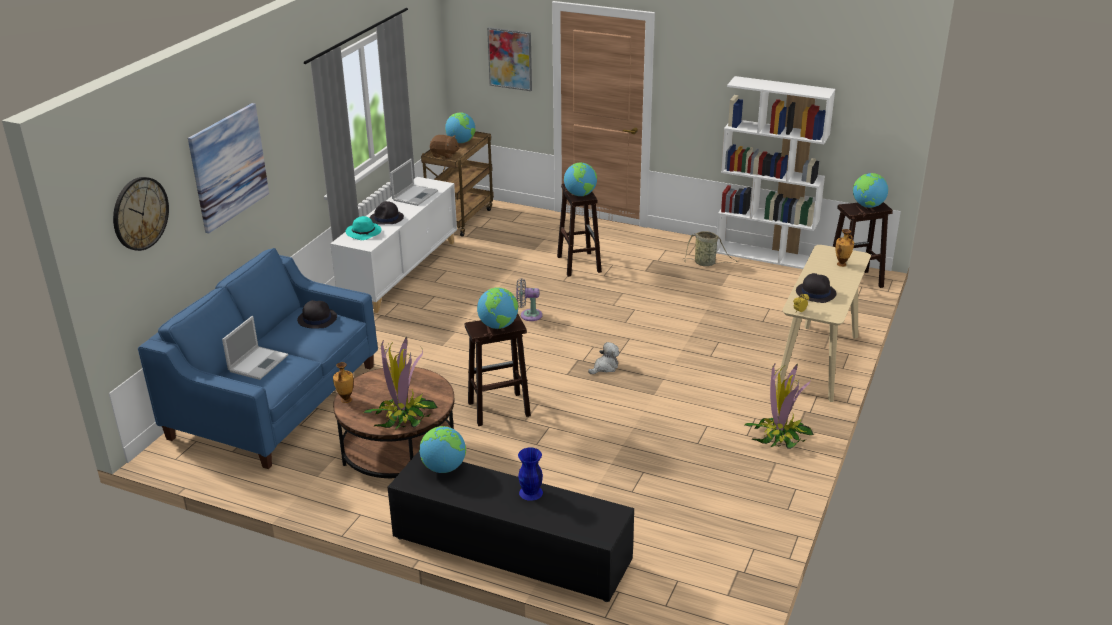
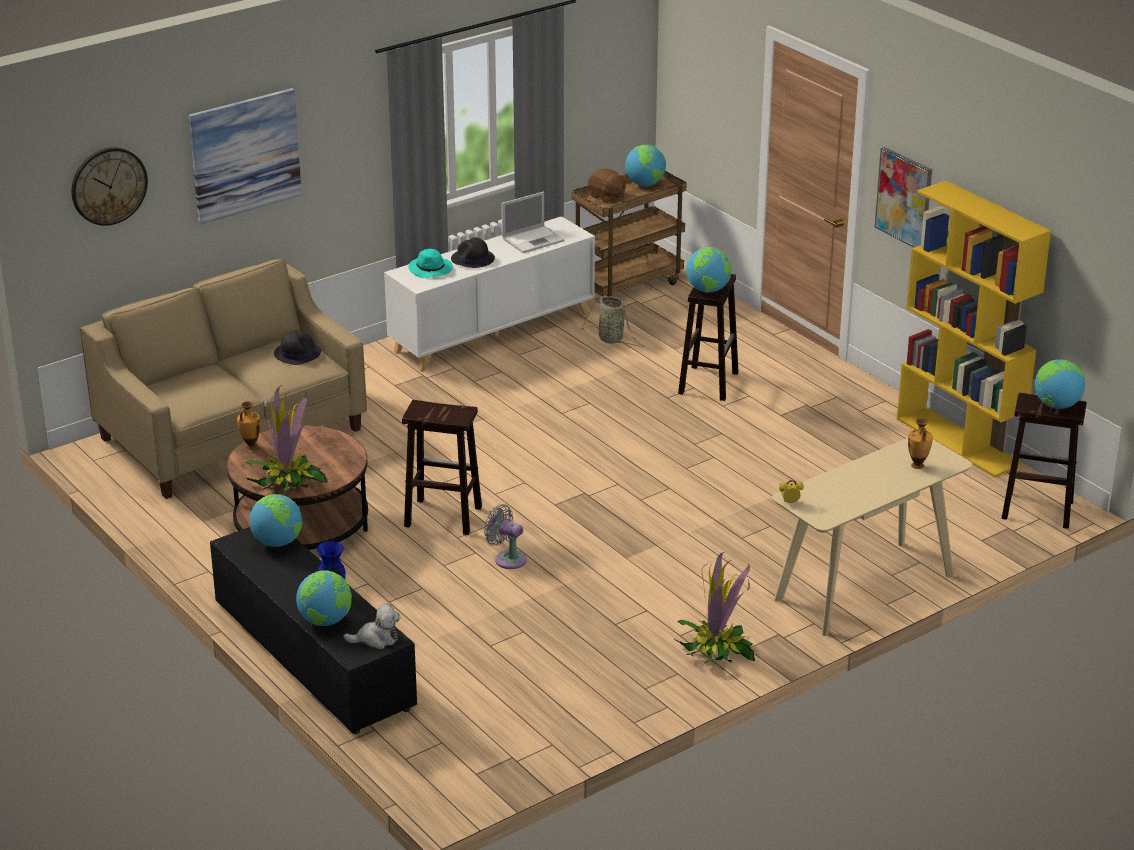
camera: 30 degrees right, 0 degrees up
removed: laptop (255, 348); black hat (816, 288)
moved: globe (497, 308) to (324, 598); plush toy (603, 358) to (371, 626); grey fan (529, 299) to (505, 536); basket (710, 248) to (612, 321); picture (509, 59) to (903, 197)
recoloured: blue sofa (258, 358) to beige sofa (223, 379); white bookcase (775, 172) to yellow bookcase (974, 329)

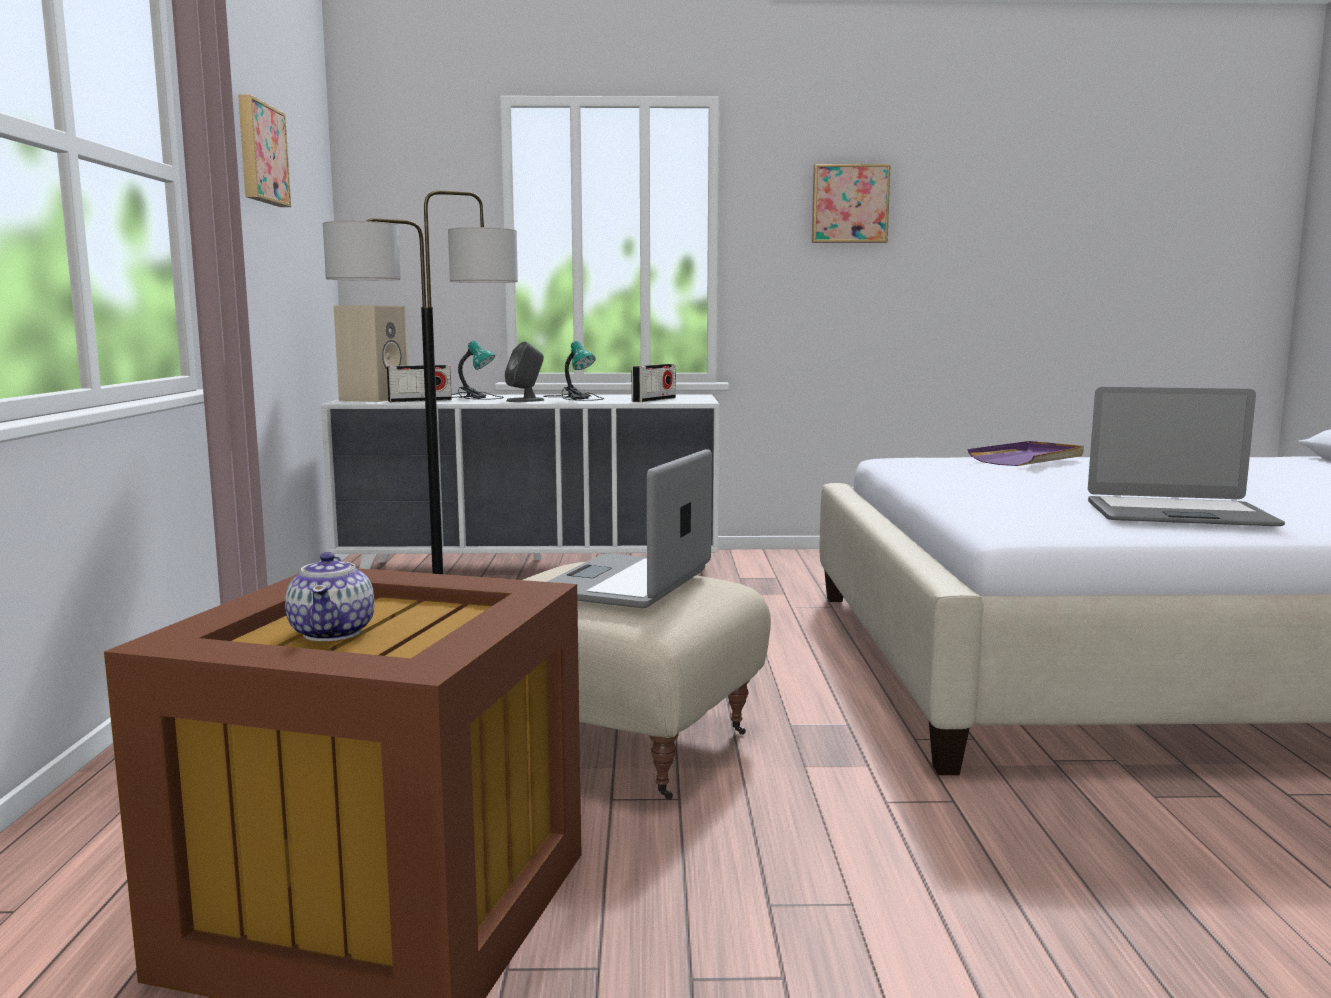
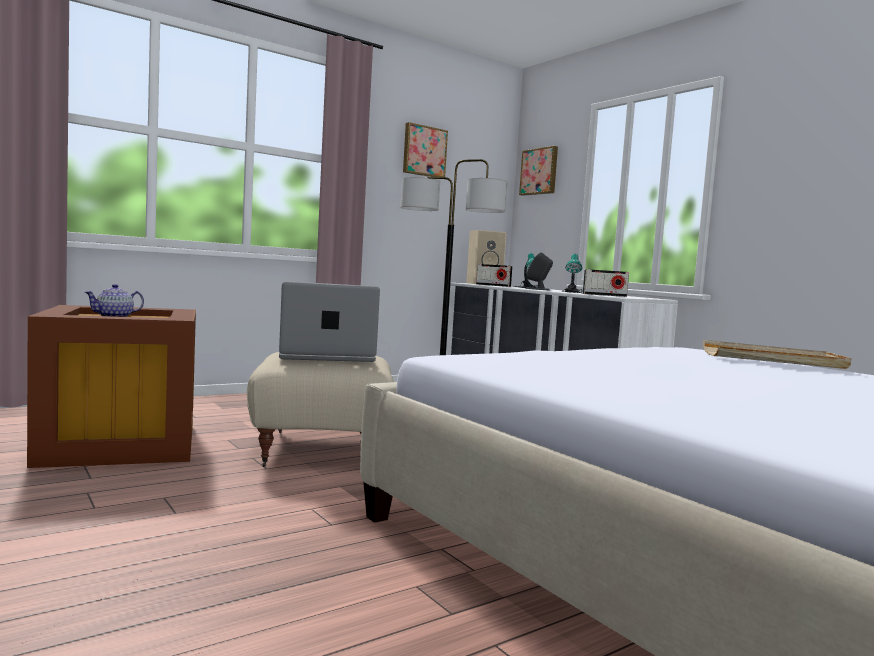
camera: 55 degrees right, 5 degrees down
removed: laptop (1186, 456)
moved: picture (851, 203) to (538, 171)
recoloured: purple tray (1025, 453) to beige tray (777, 354)

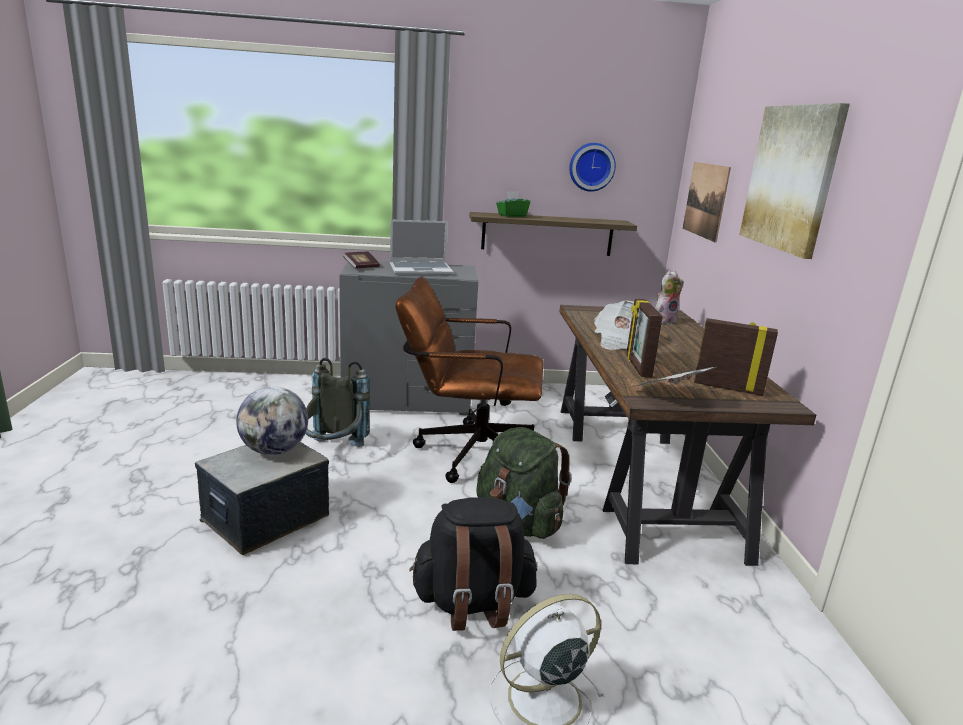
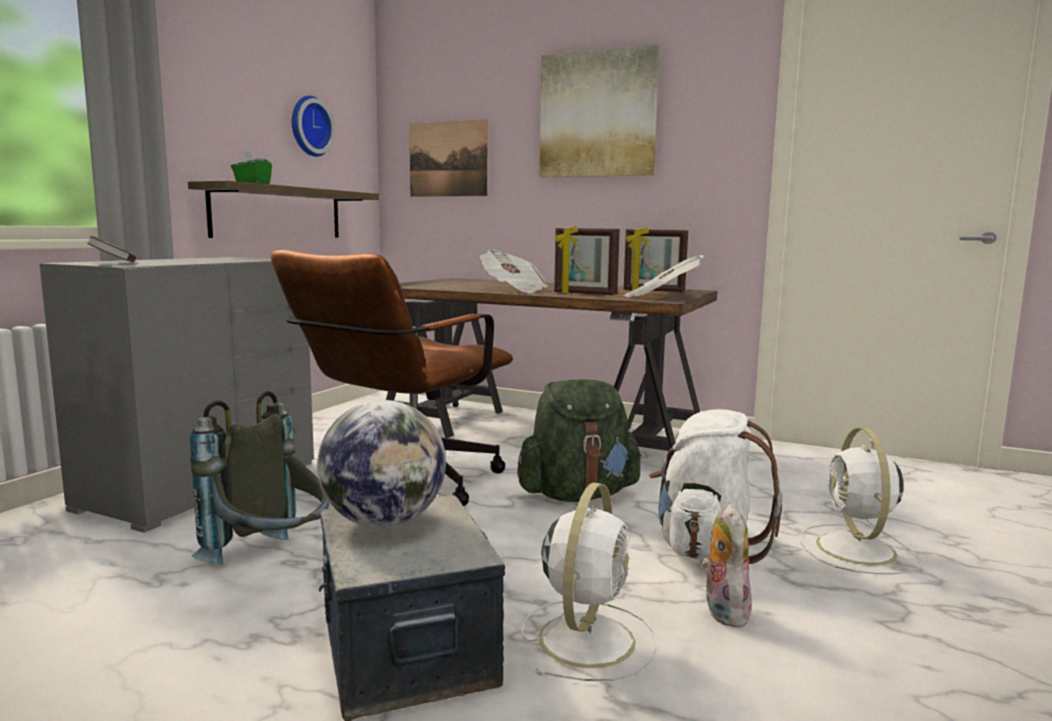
camera: 60 degrees left, 10 degrees down
removed: laptop (422, 248)
added: white fan (589, 582)
moved: plush toy (669, 298) to (727, 566)
recoloured: black backpack (473, 564) to white backpack (715, 486)
turned: picture frame (736, 357) = (656, 259) 120 degrees counterclockwise

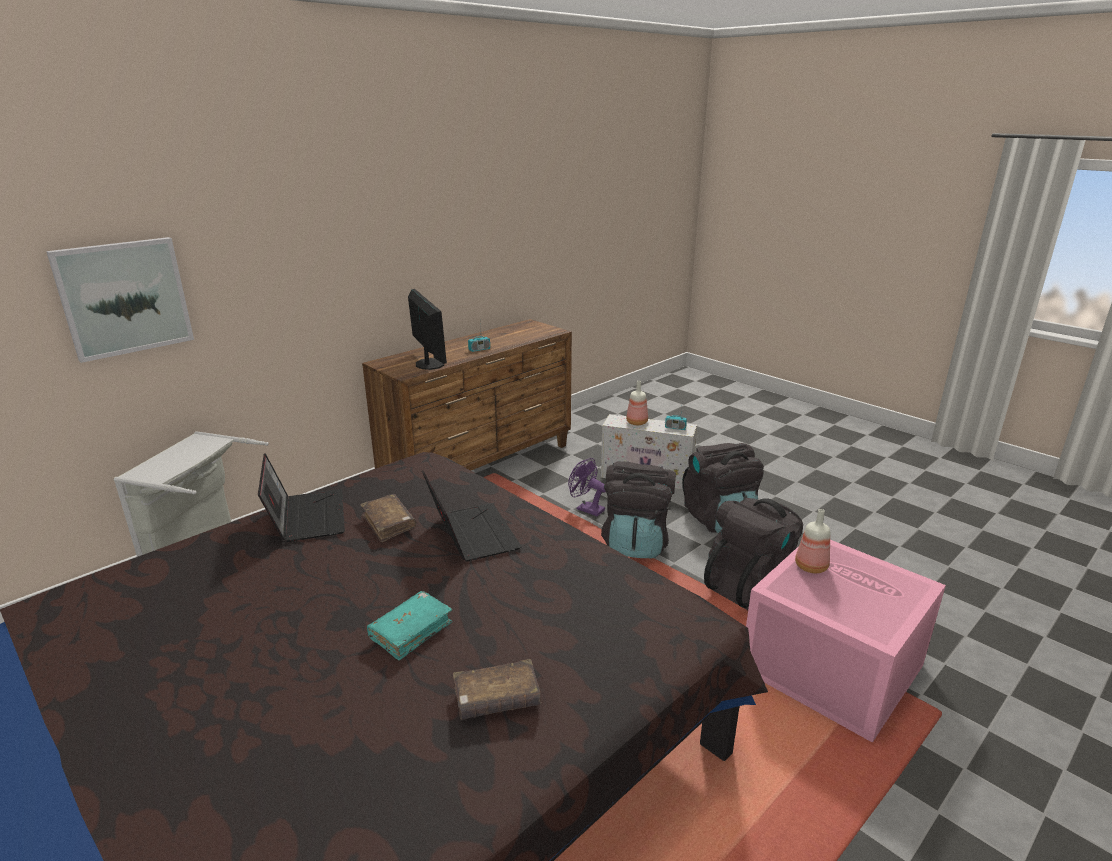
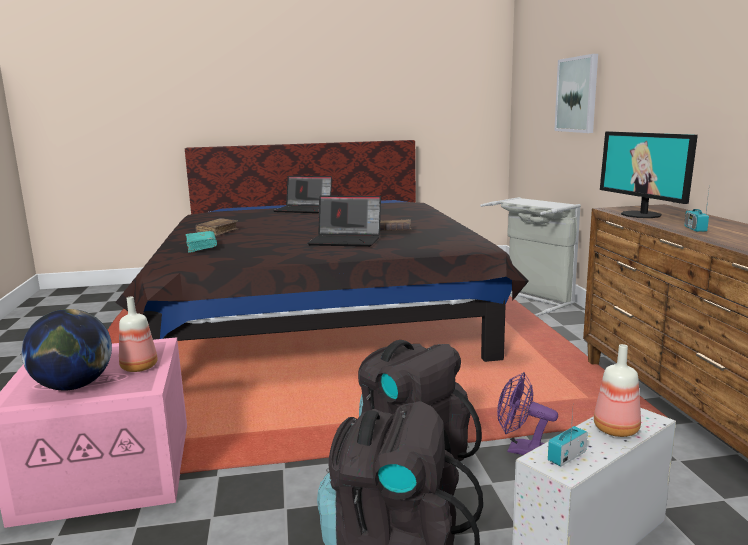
camera: 125 degrees right, 10 degrees down
removed: black backpack (753, 554)
added: globe (66, 350)
moved: turquoise book (409, 626) to (201, 242); laptop (301, 497) to (302, 194)
turned: purple fan (587, 487) = (527, 413) 135 degrees counterclockwise; monitor (427, 329) = (649, 174) 60 degrees clockwise

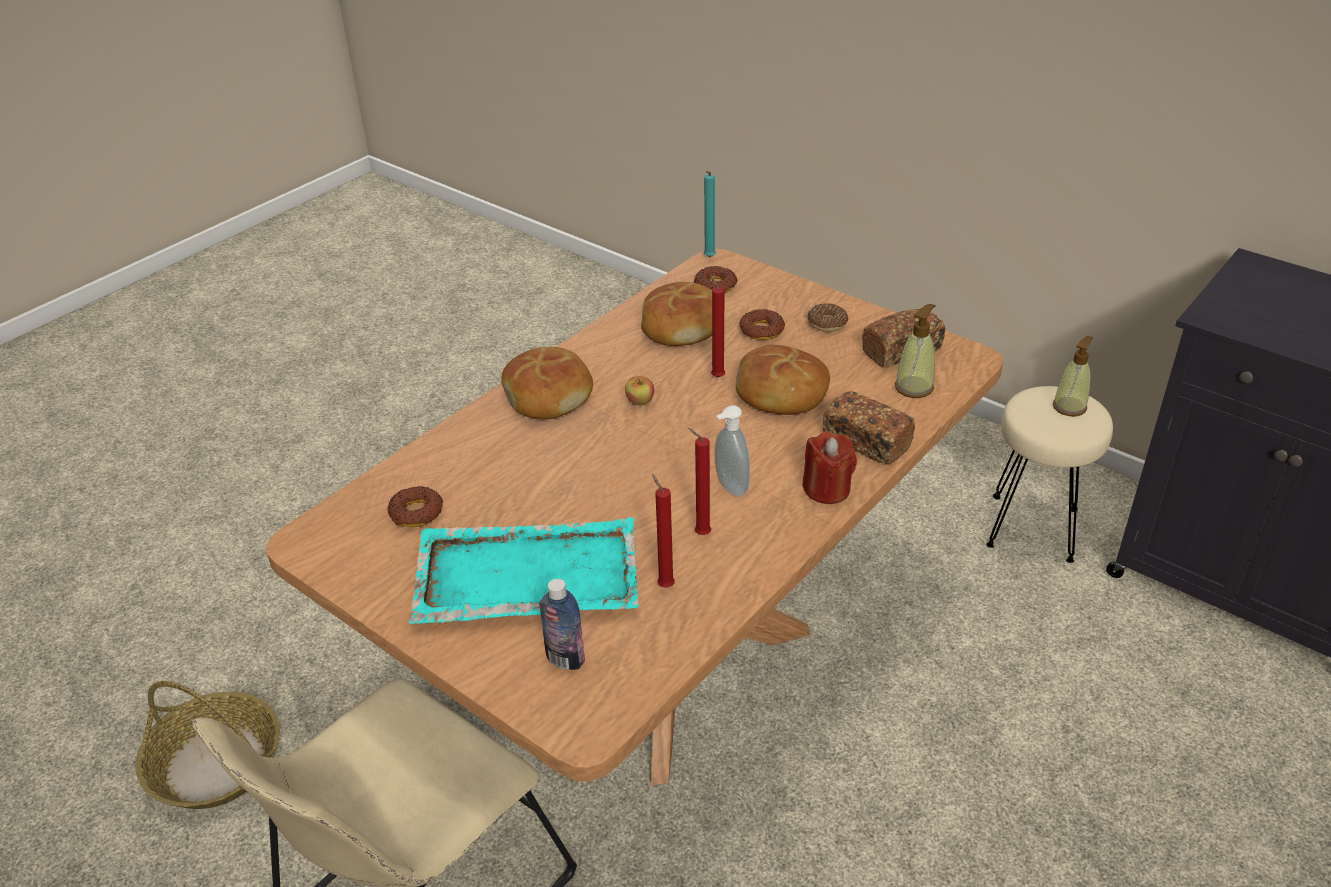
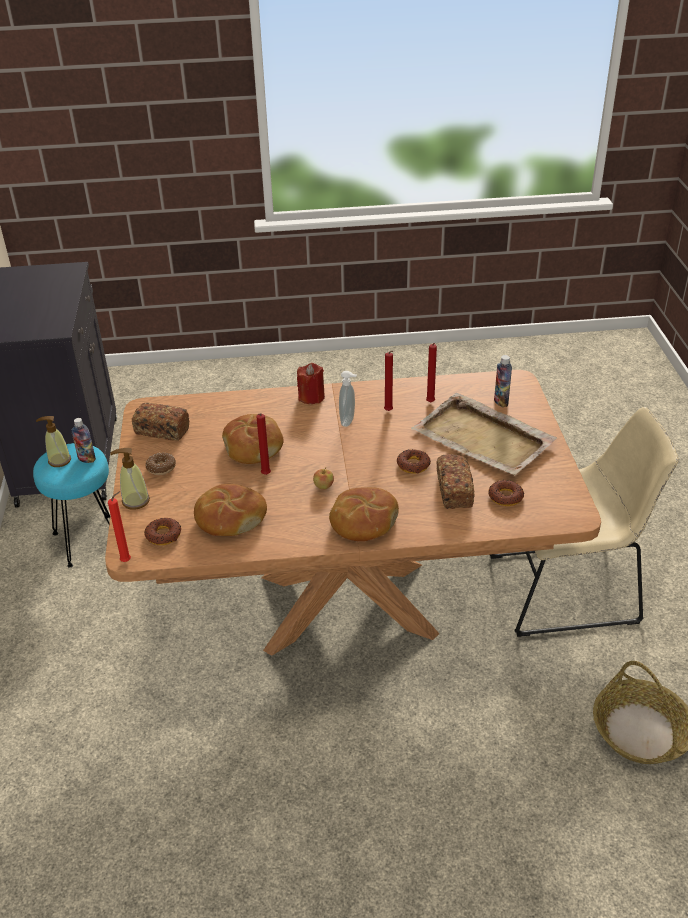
camera: 135 degrees left, 0 degrees up
added: bottle (83, 440)
moved: soap dispenser (915, 351) to (130, 479); donut (762, 324) to (414, 461); bread (869, 428) to (455, 481)
recoloured: beige stool (1049, 474) to turquoise stool (71, 505); turquoise candle (710, 214) to red candle (119, 526); turquoise tray (524, 570) to beige tray (484, 434)

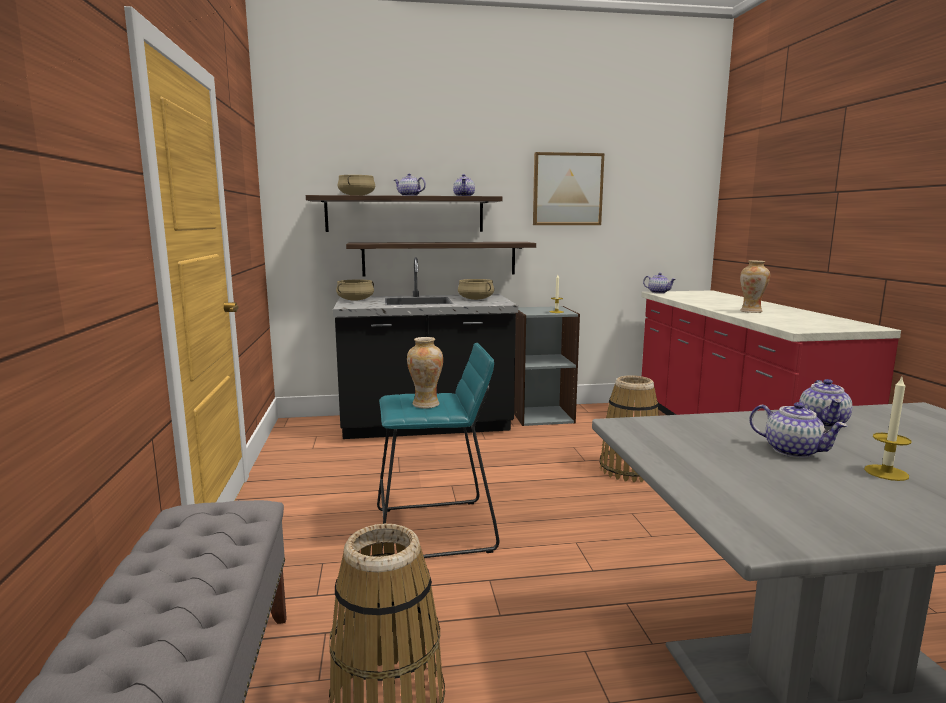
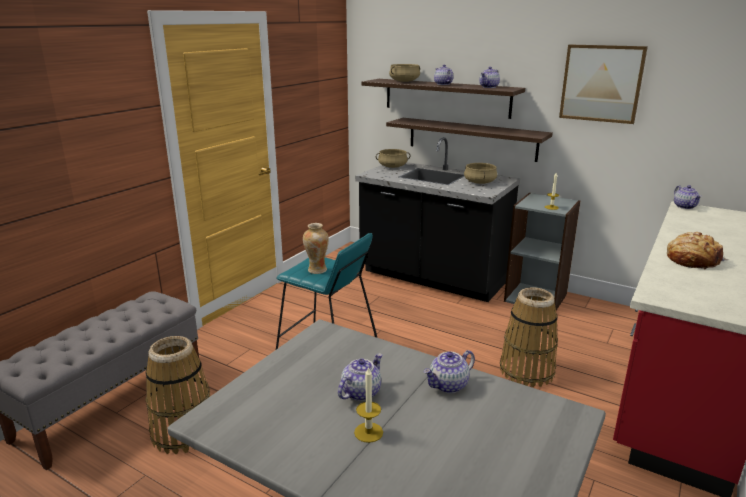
camera: 40 degrees right, 10 degrees up
replaced: vase (755, 286) to bread (697, 250)
turned: teapot (798, 430) = (360, 377) 135 degrees counterclockwise

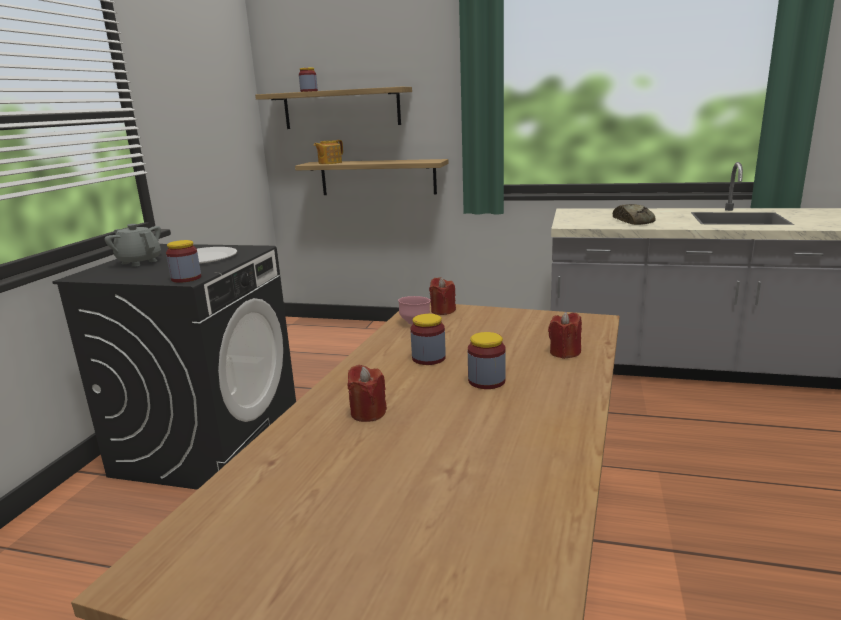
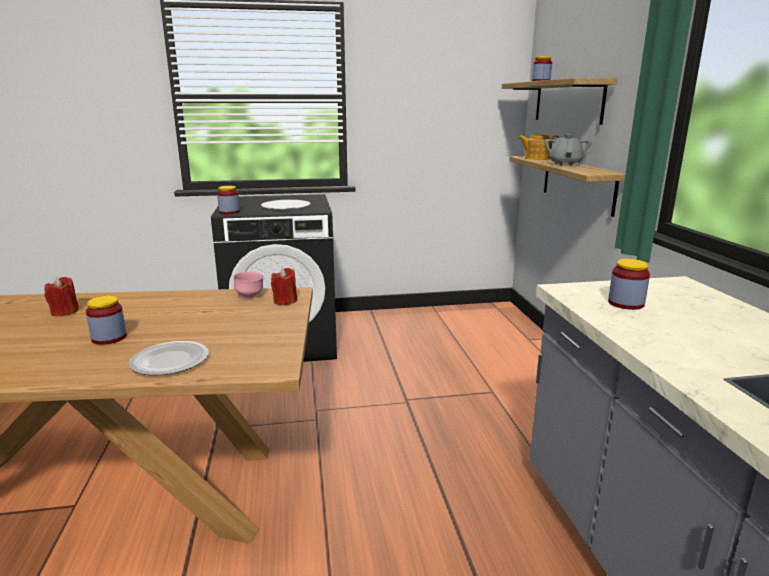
camera: 65 degrees right, 0 degrees up
removed: bread (634, 214)
moved: grey teapot (133, 245) to (568, 150); jar (428, 339) to (629, 284)
replaced: red candle (565, 335) to plate (168, 358)

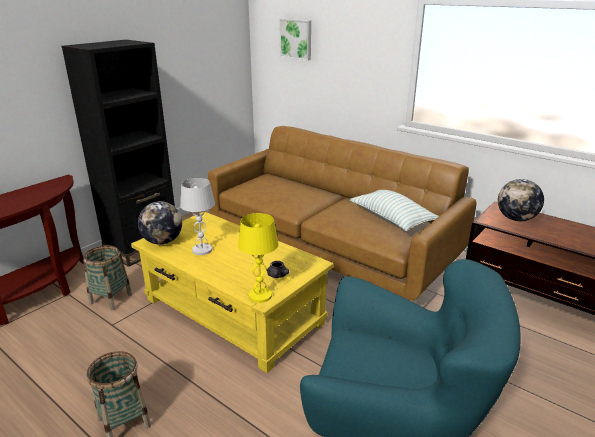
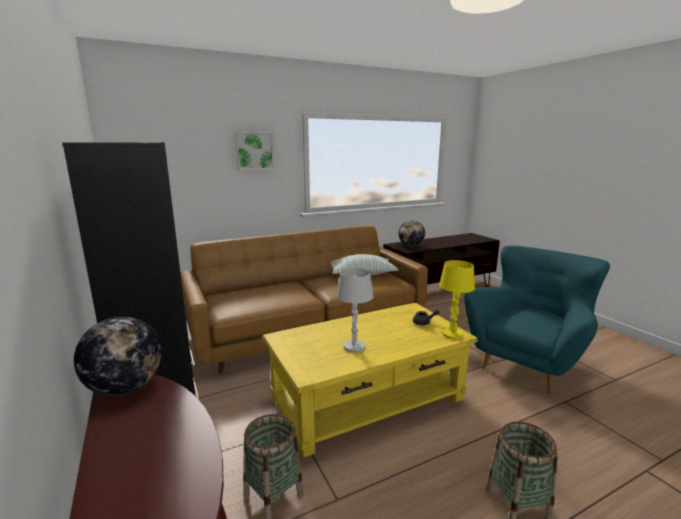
camera: 65 degrees left, 10 degrees down
moved: globe (160, 223) to (118, 356); picture (295, 39) to (254, 151)

